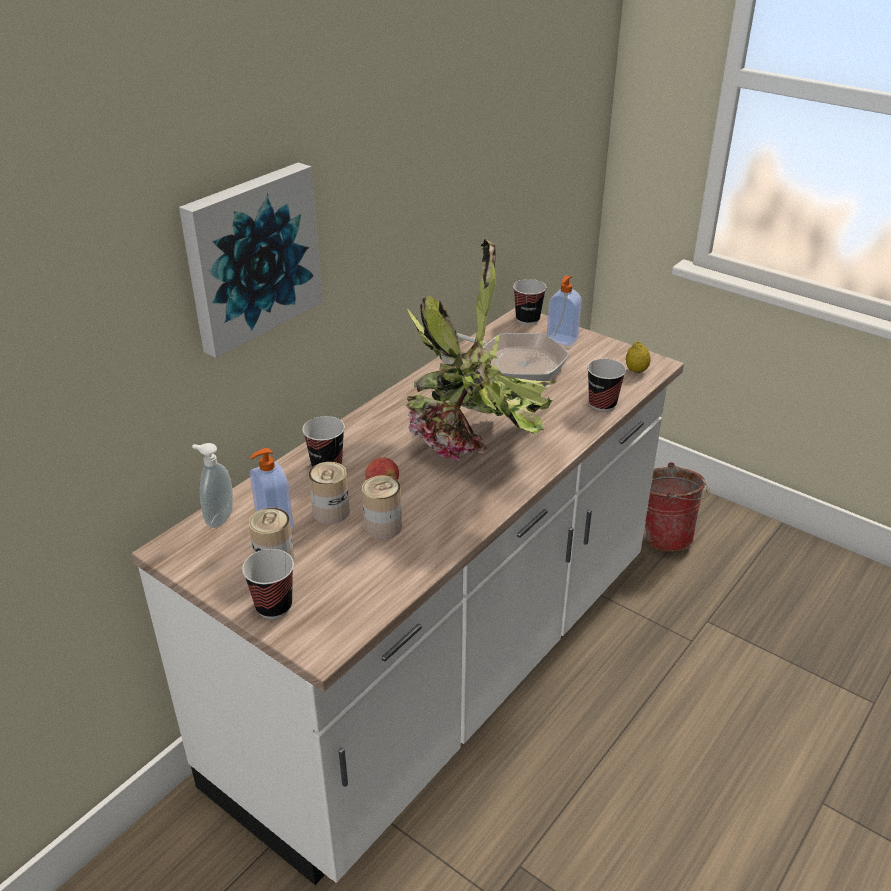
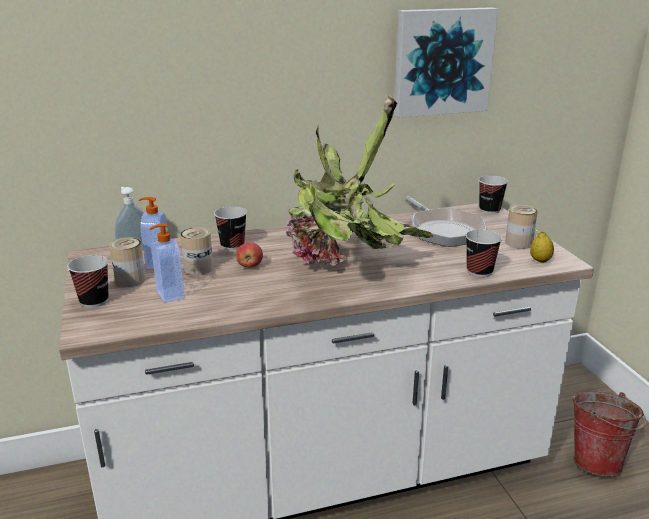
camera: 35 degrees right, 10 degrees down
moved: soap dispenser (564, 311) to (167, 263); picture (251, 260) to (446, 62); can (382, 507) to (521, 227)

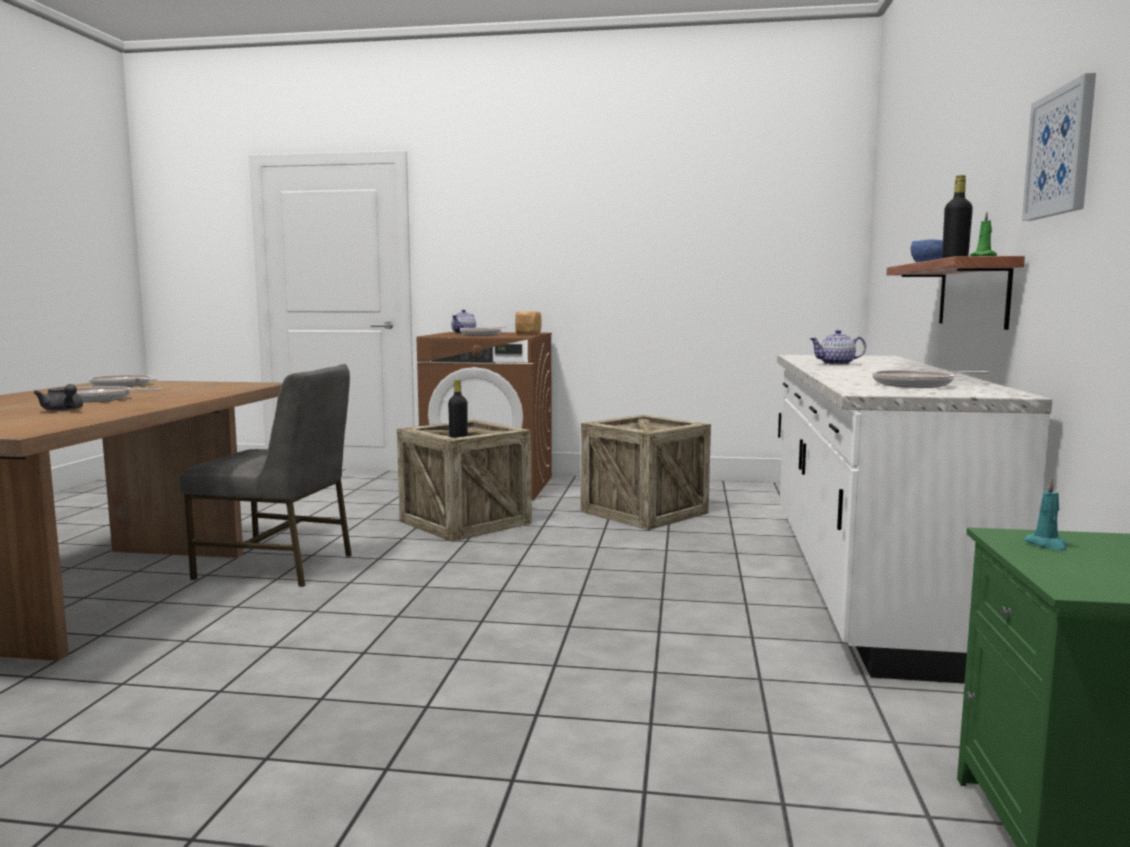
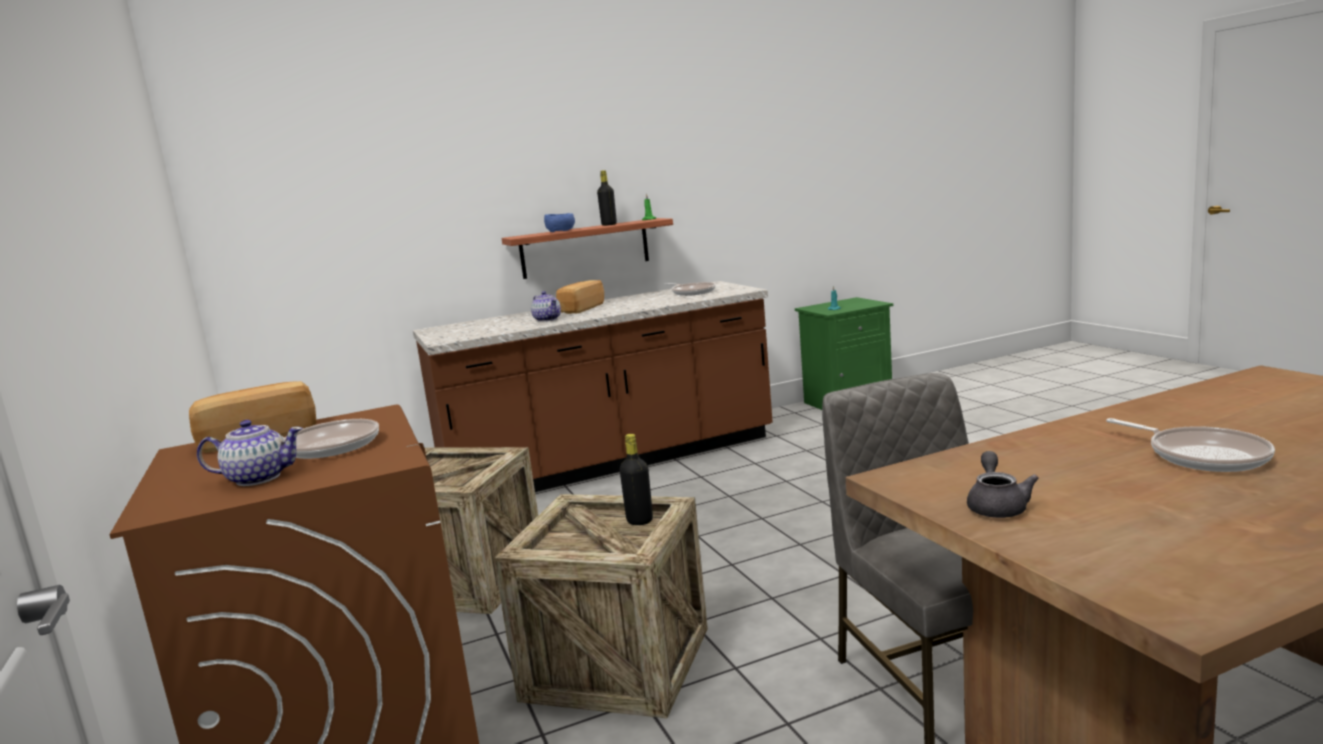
camera: 120 degrees left, 5 degrees up
removed: frying pan (123, 380); picture (1059, 147)
added: bread (580, 297)
moved: grey teapot (58, 397) to (1003, 484)
recoloured: white counter (914, 519) to brown counter (593, 386)

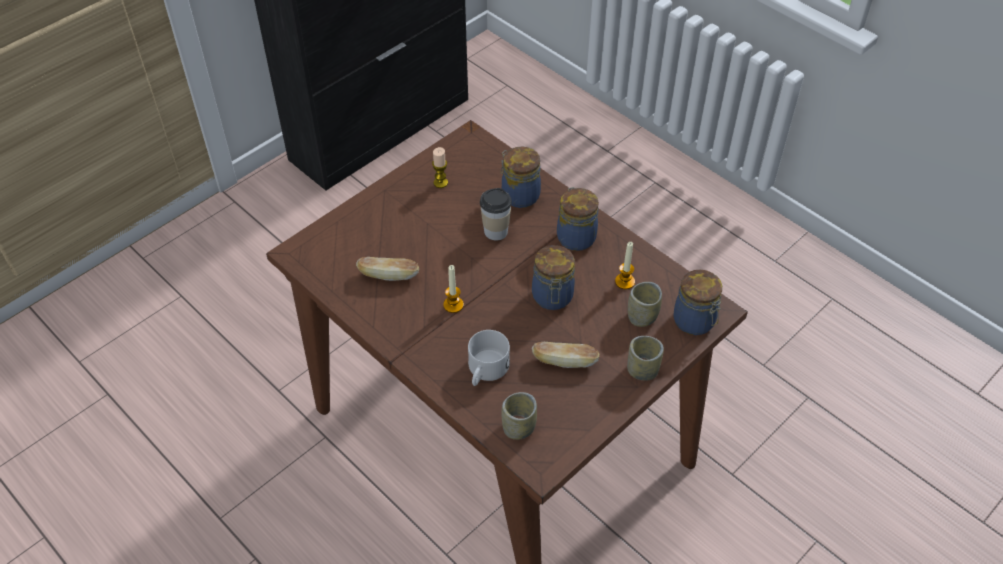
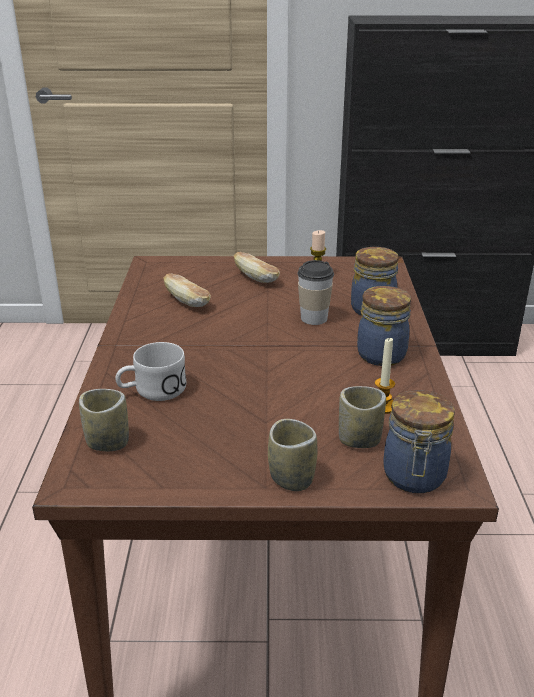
camera: 45 degrees right, 20 degrees down
removed: candle (453, 289); jar (553, 277)
moved: bread (565, 355) to (257, 267)

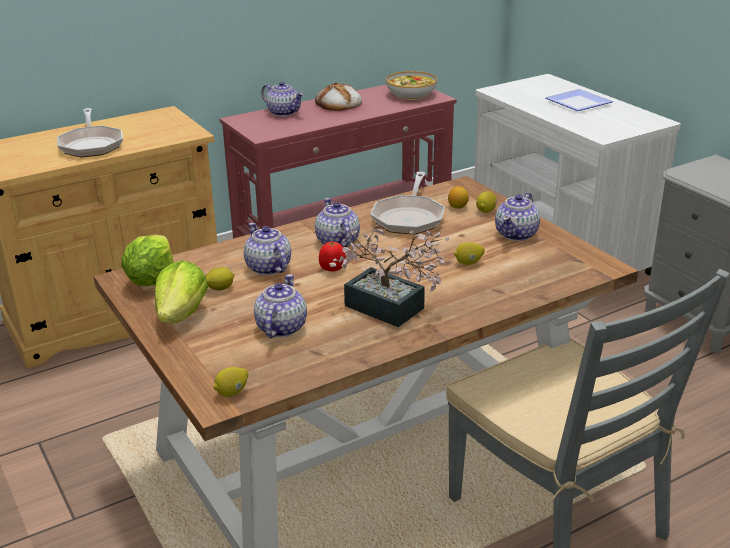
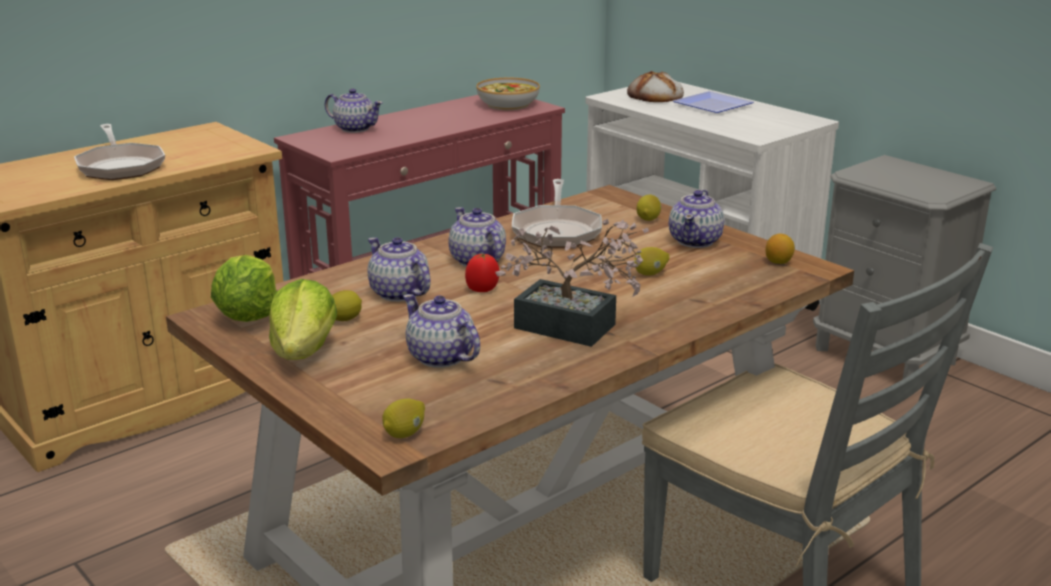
camera: 10 degrees left, 5 degrees down
moved: bread (338, 97) to (655, 86); lemon (458, 197) to (780, 249)
turned: teapot (280, 306) = (441, 331) 45 degrees counterclockwise

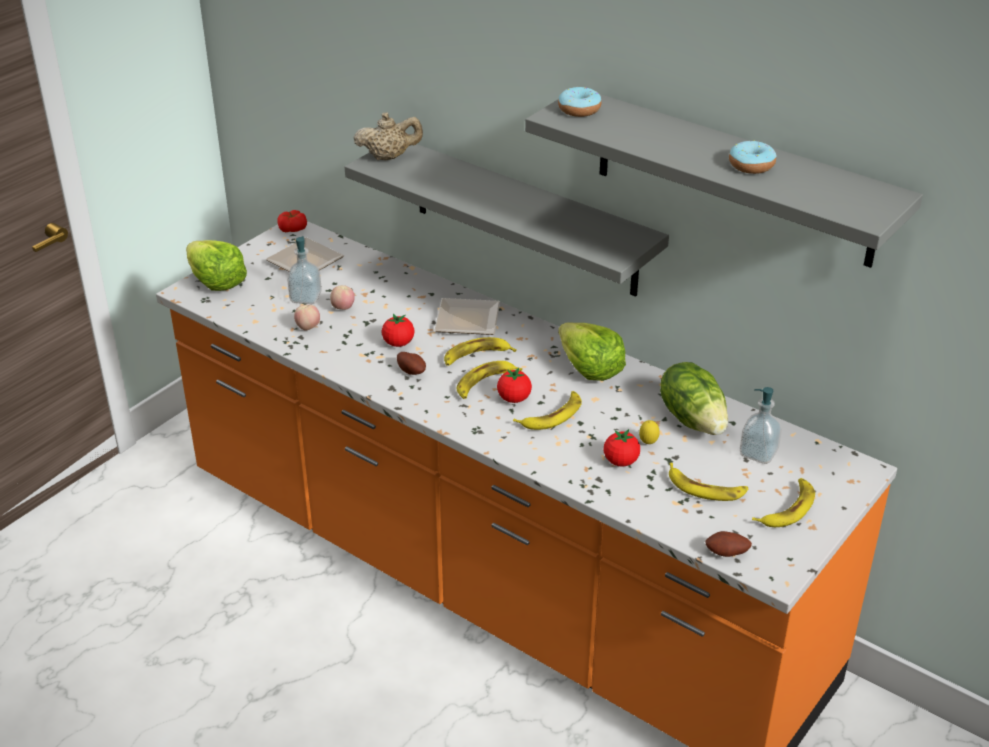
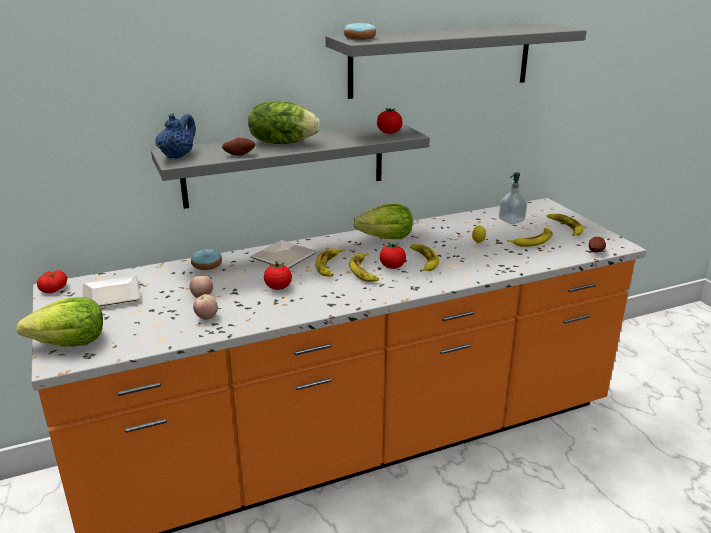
camera: 60 degrees left, 10 degrees down
removed: soap dispenser (304, 270)
moved: donut (753, 157) to (206, 259); potato (411, 363) to (238, 147); lettuce (694, 398) to (284, 122); tomato (622, 448) to (389, 121)
recoloured: beige teapot (388, 136) to blue teapot (176, 136)

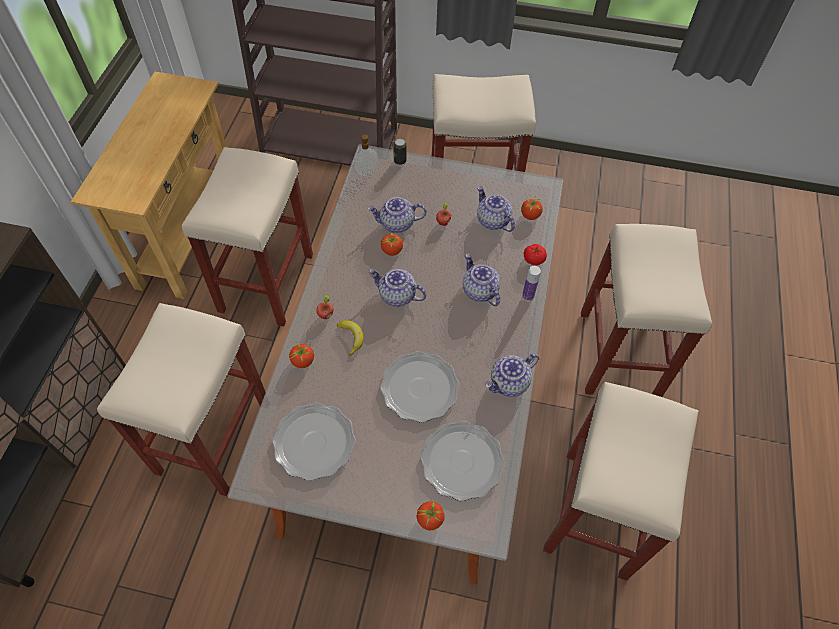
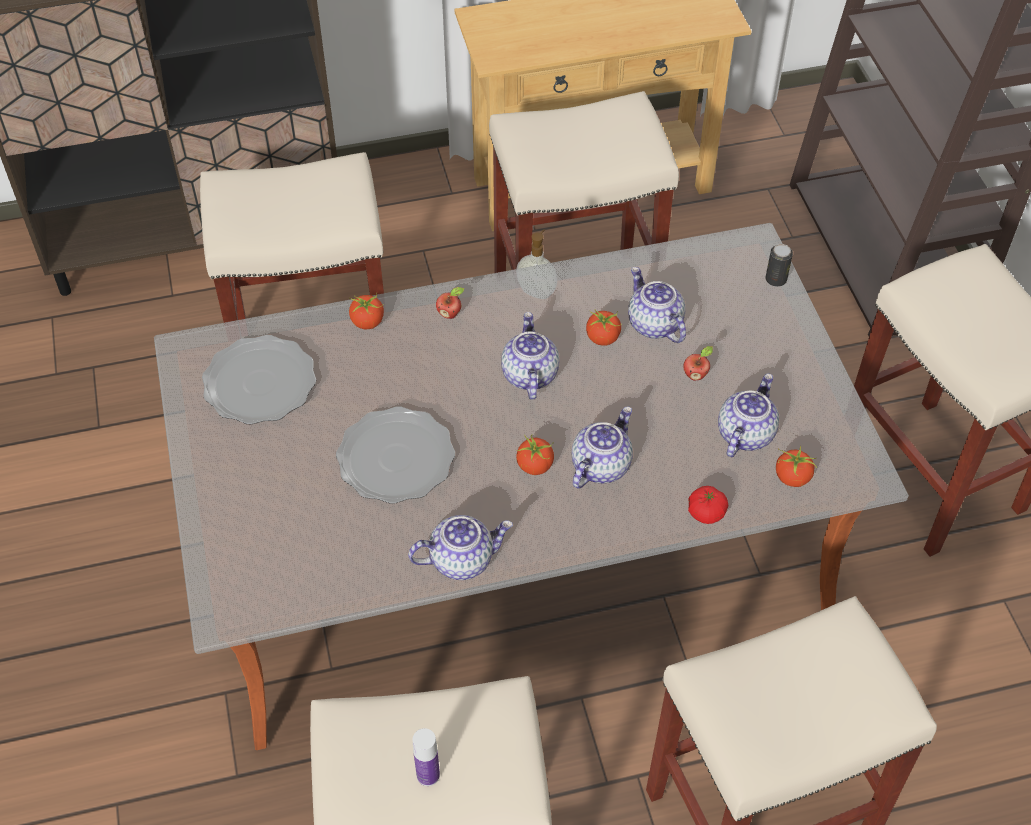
camera: 65 degrees right, 5 degrees down
removed: banana (350, 338); plate (462, 461)
moved: bottle (531, 283) to (426, 757); soap dispenser (366, 154) to (536, 264); tomato (431, 515) to (535, 454)
turned: teapot (512, 375) = (460, 547) 135 degrees clockwise

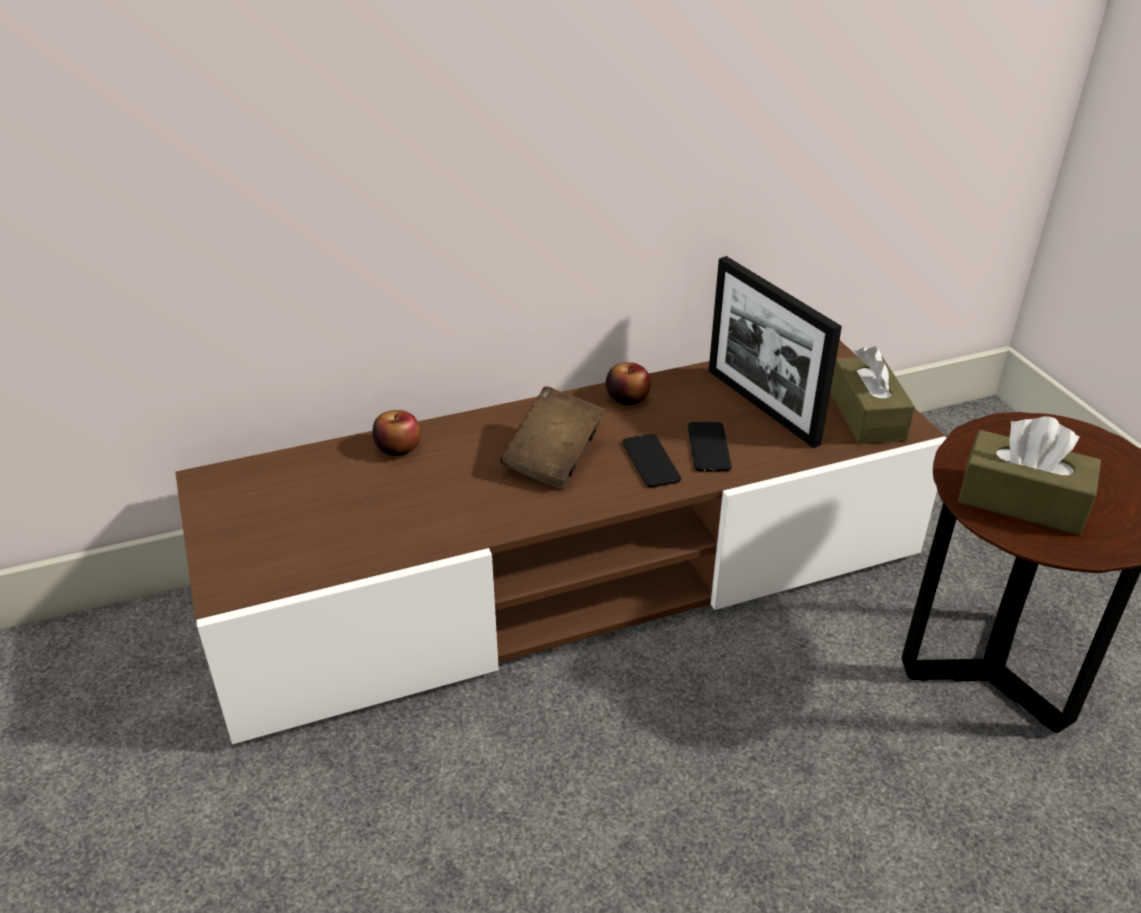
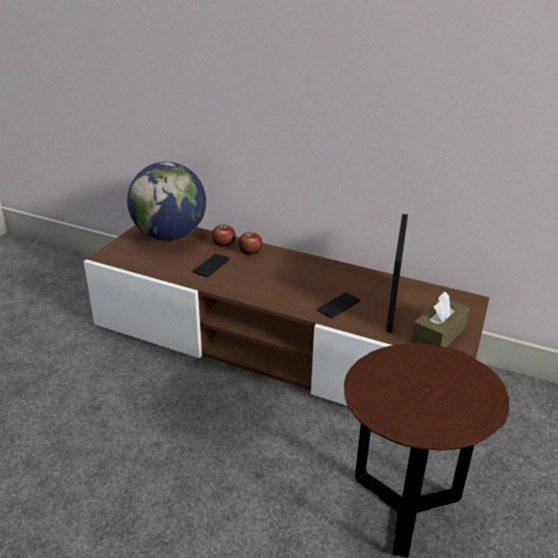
camera: 45 degrees right, 5 degrees down
removed: brown book (552, 437); brown tissue box (1029, 475)
added: globe (166, 201)
moved: phone (651, 461) to (211, 265); apple (628, 383) to (250, 243)

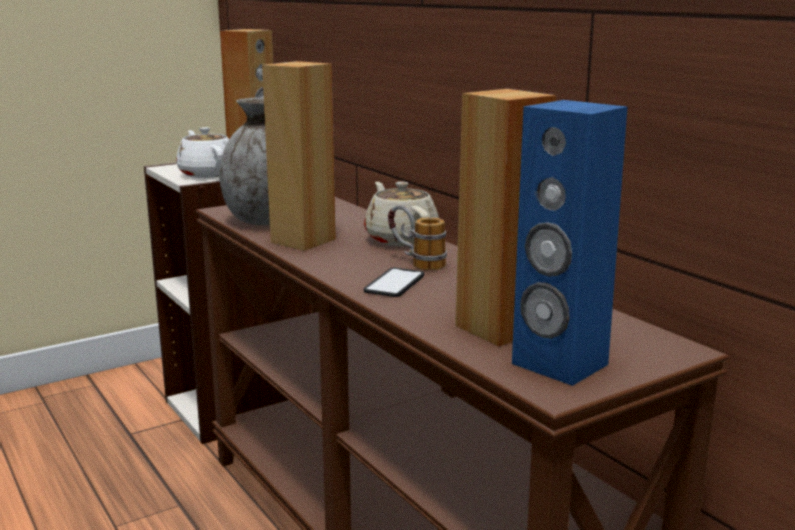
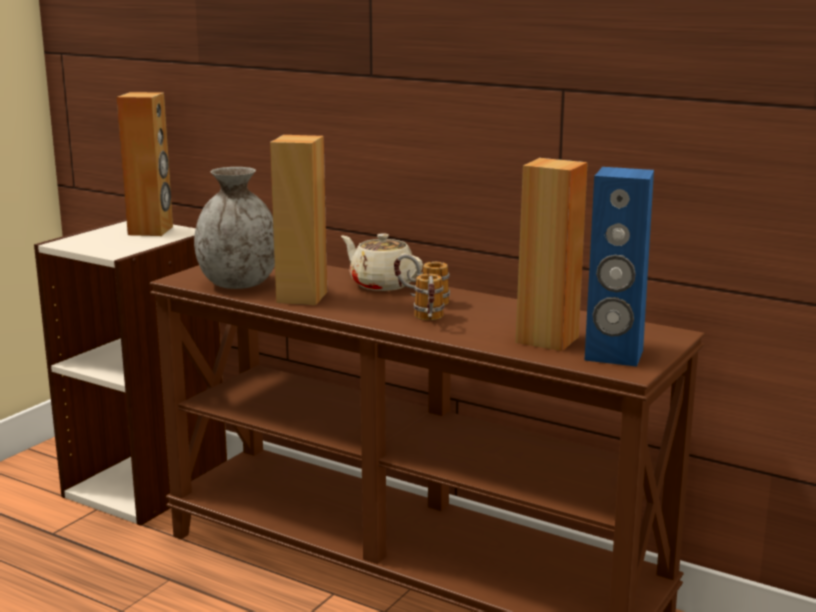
camera: 25 degrees left, 0 degrees up
removed: white teapot (202, 152)
replaced: phone (394, 282) to mug (429, 297)

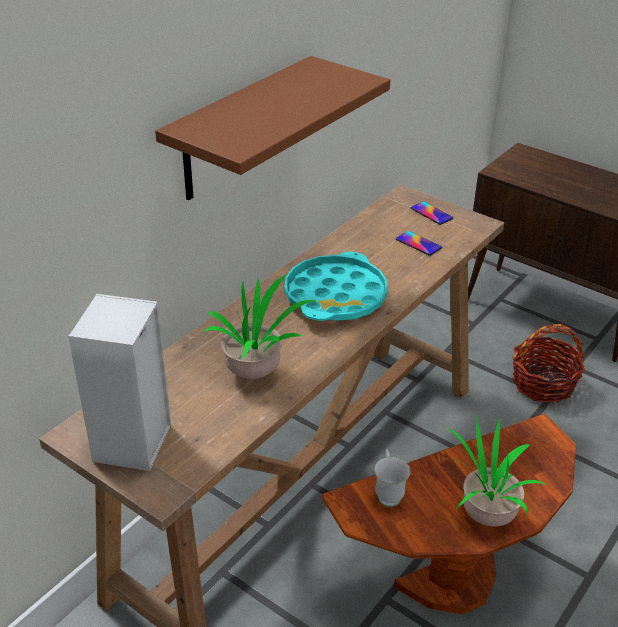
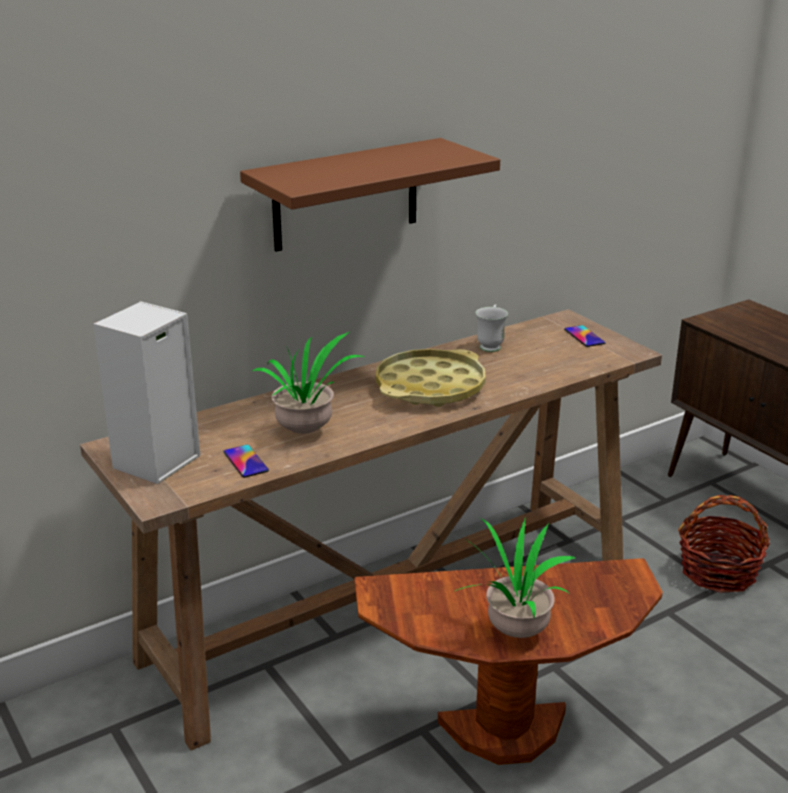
camera: 20 degrees right, 10 degrees down
moved: phone (419, 243) to (246, 461); white mug (392, 478) to (491, 328)
recoloured: turquoise tray (336, 286) to yellow tray (431, 378)

